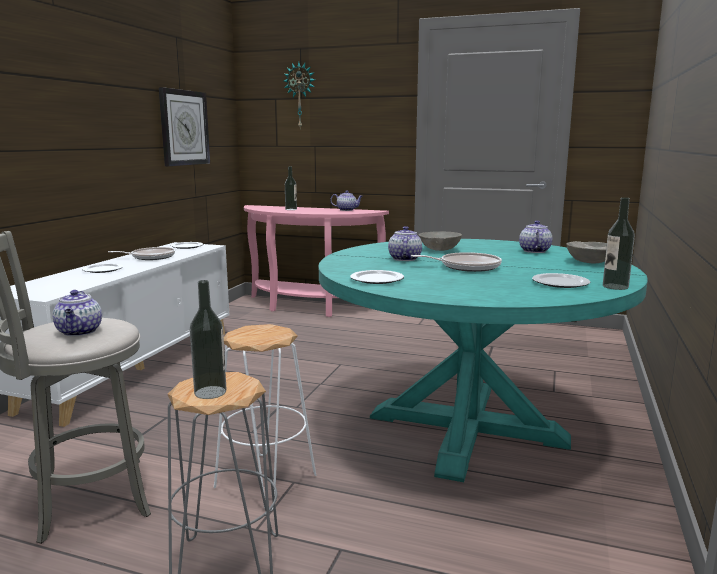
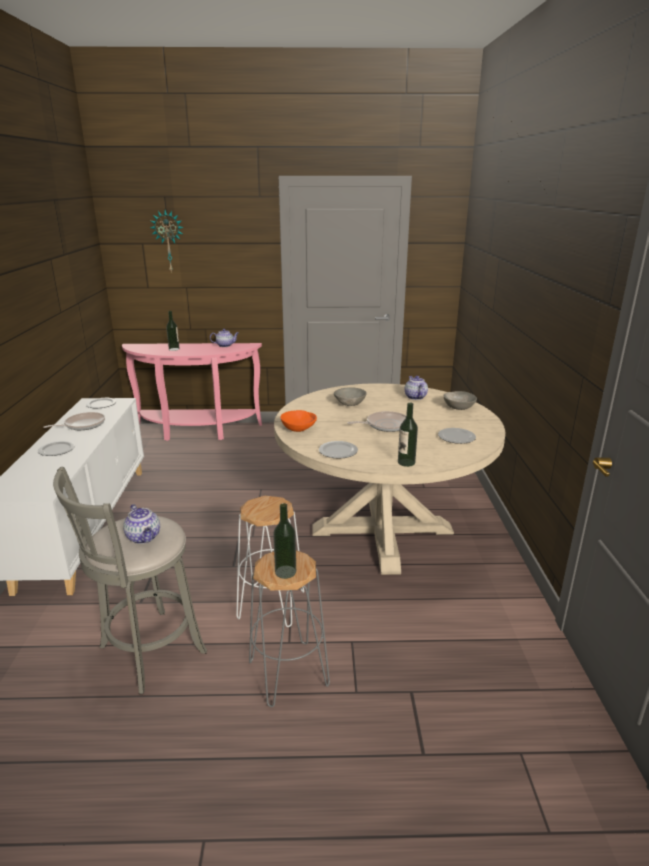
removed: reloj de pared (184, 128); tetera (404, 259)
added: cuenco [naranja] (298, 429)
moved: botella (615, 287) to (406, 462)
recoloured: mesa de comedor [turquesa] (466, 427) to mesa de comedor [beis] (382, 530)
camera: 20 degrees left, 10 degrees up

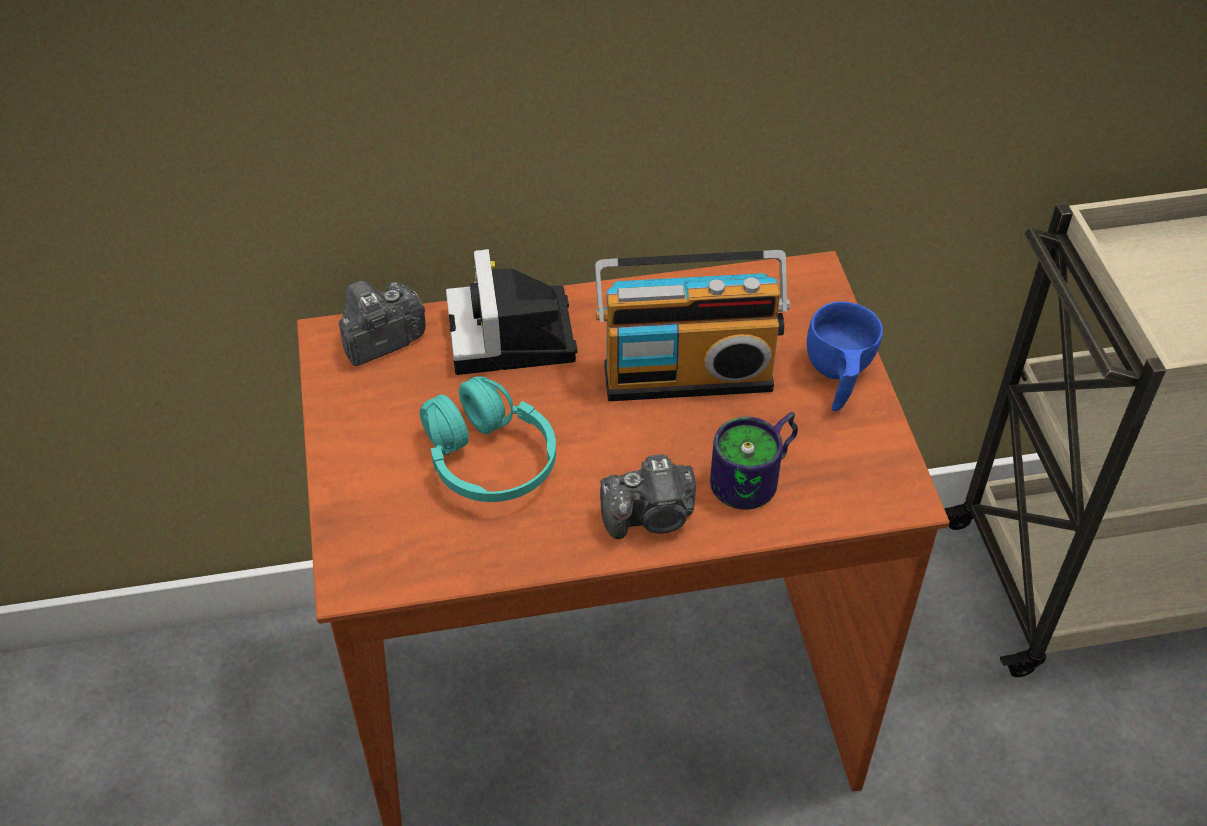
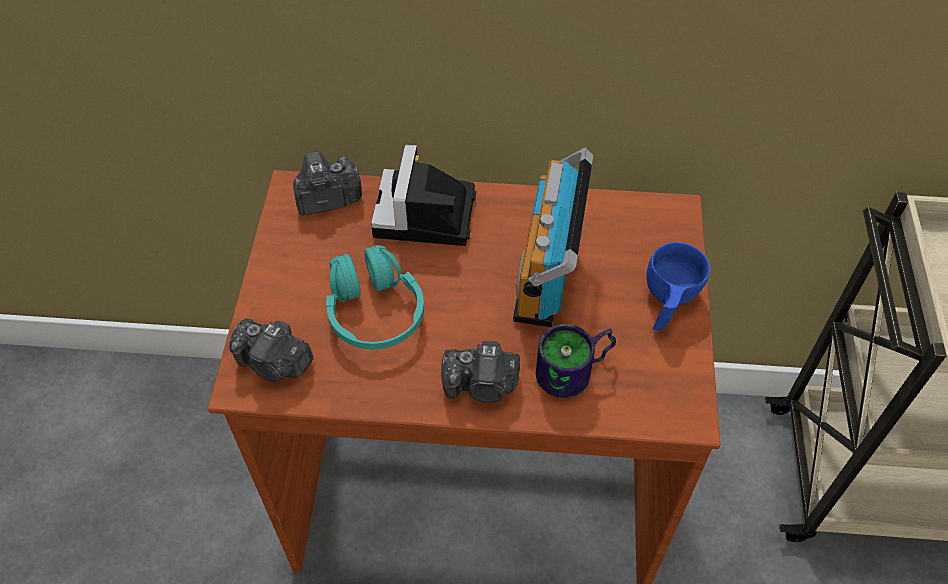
added: cámara (274, 363)
turned: radio (687, 373) = (549, 273) 90 degrees clockwise
camera: 15 degrees right, 5 degrees up

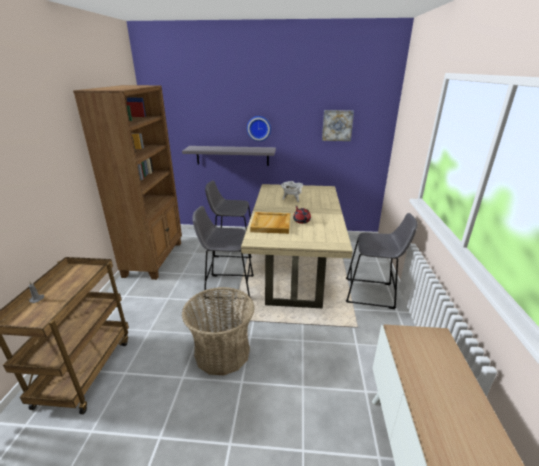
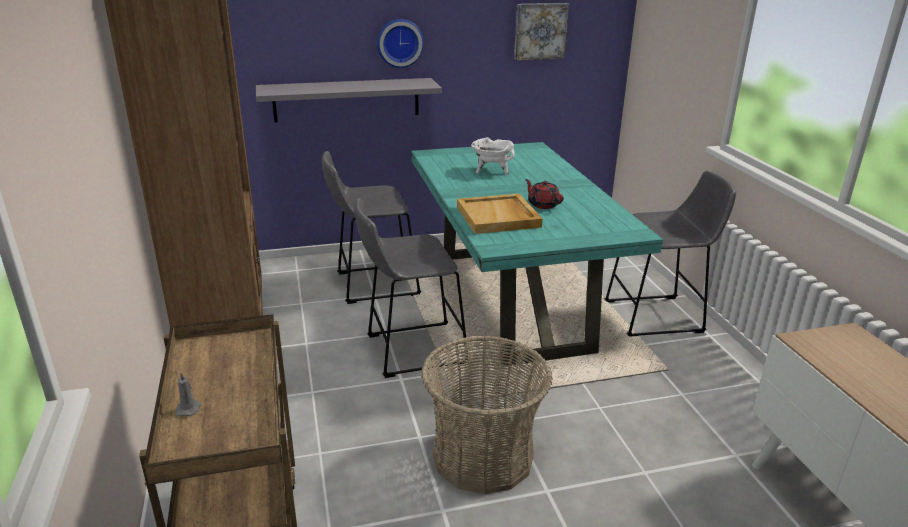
recoloured: mesa de comedor [beis] (294, 269) to mesa de comedor [turquesa] (510, 301)
camera: 20 degrees left, 0 degrees up

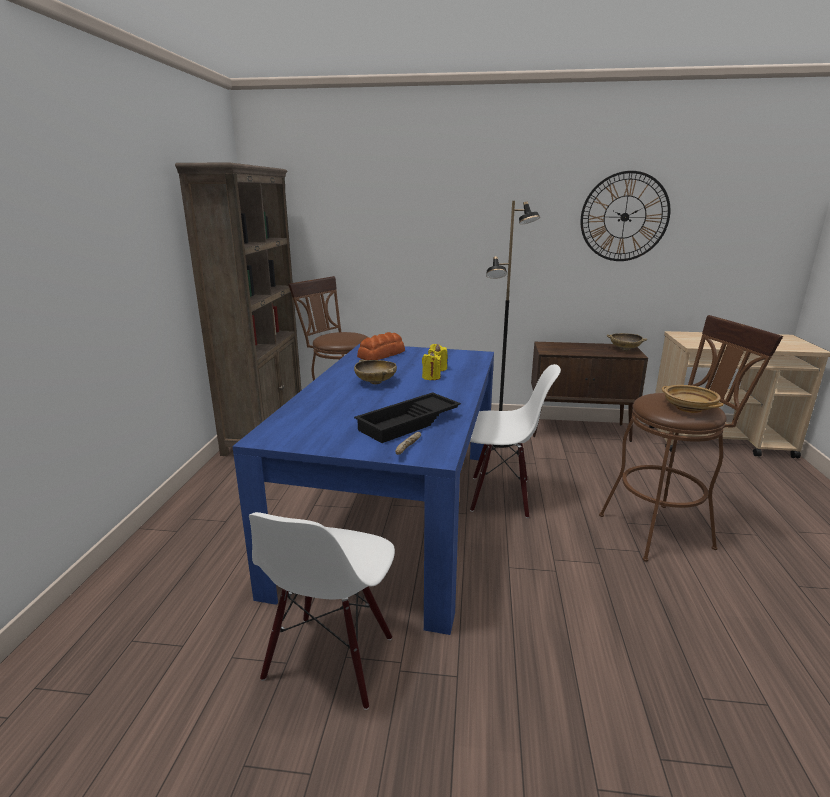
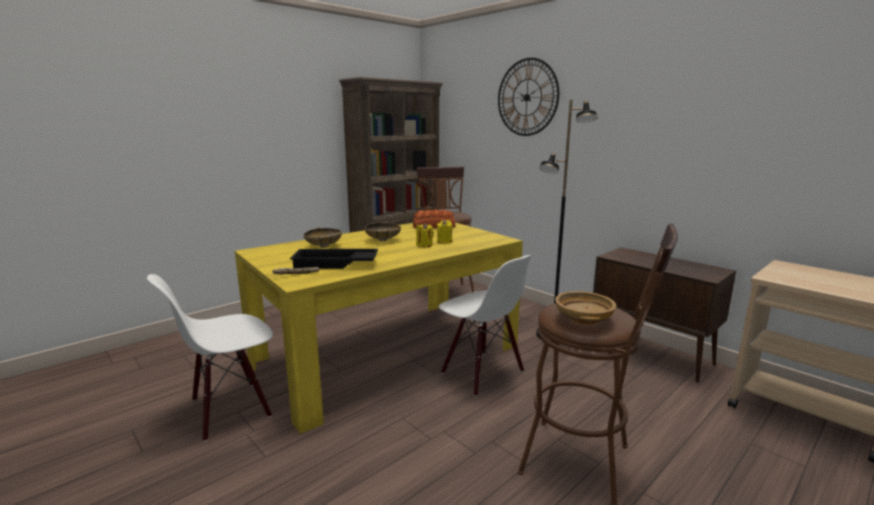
moved: reloj de pared (624, 217) to (527, 97); cuenco [beis] (625, 349) to (323, 246)
recoloured: mesa de comedor [azul] (395, 515) to mesa de comedor [amarillo] (388, 354)
camera: 40 degrees right, 5 degrees down

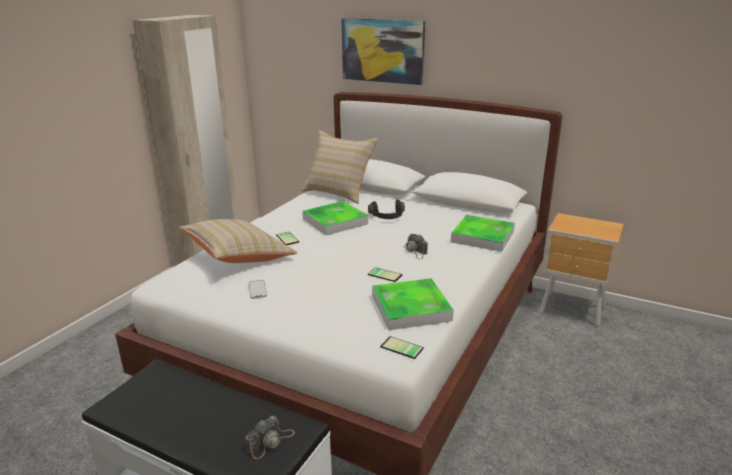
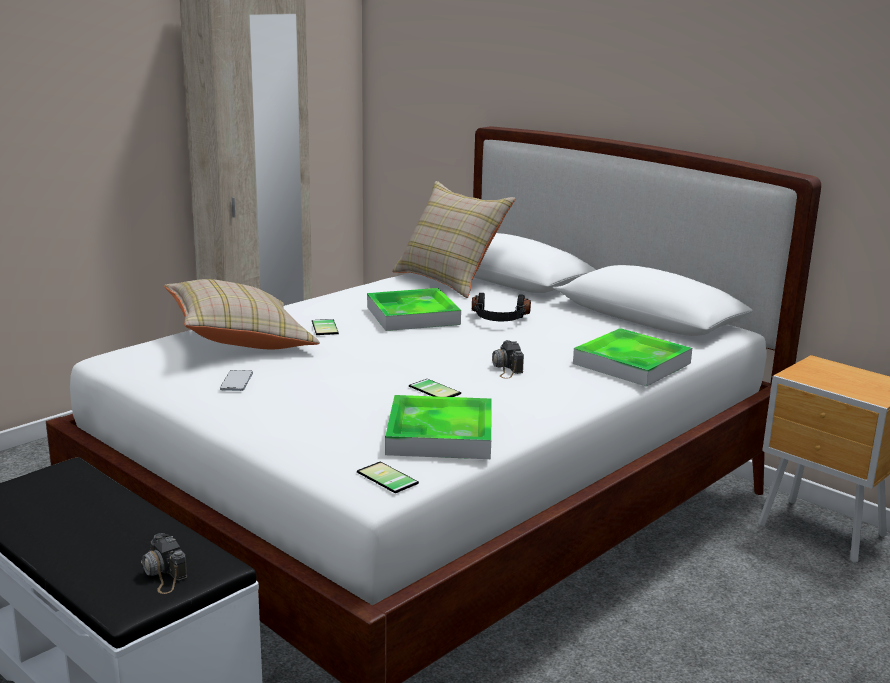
removed: cuadro (382, 51)
turned: cámara (270, 441) = (163, 573) 90 degrees clockwise
camera: 15 degrees right, 5 degrees down

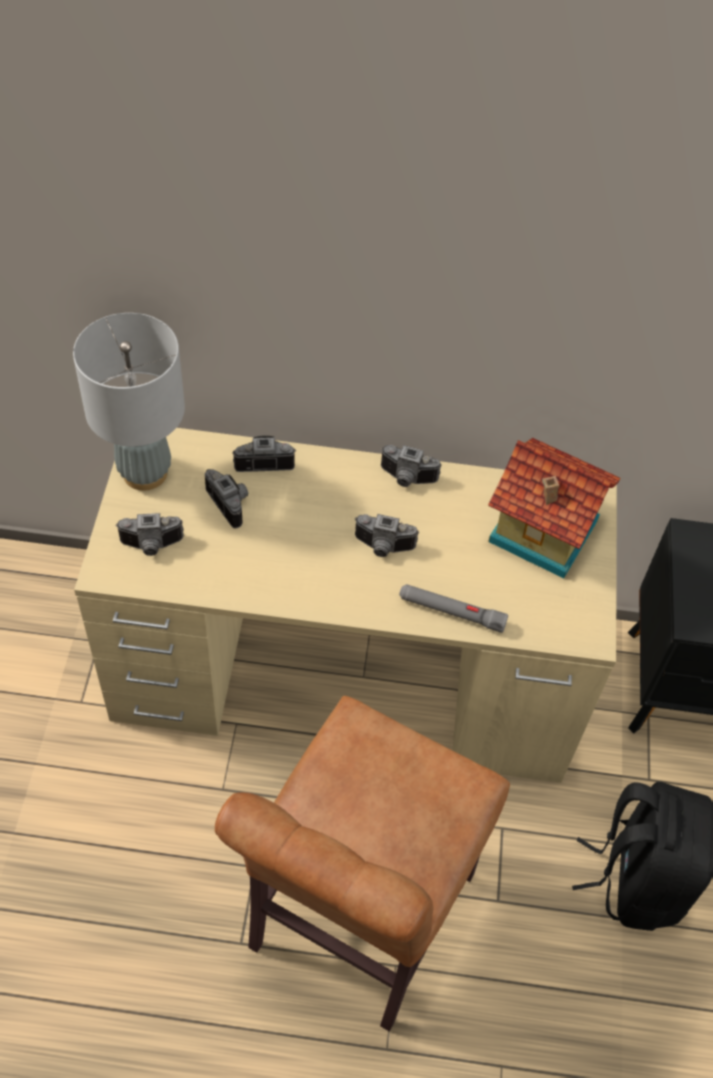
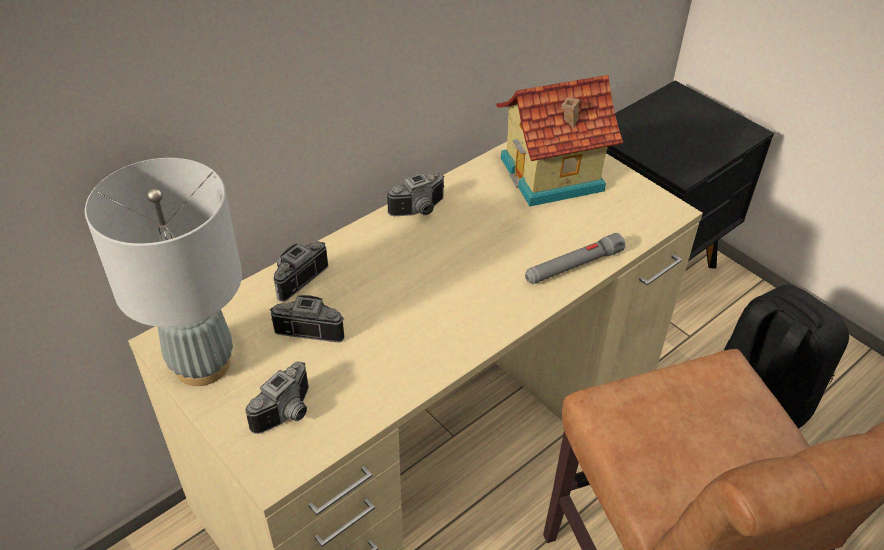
removed: cámara (383, 548)
camera: 45 degrees left, 10 degrees down

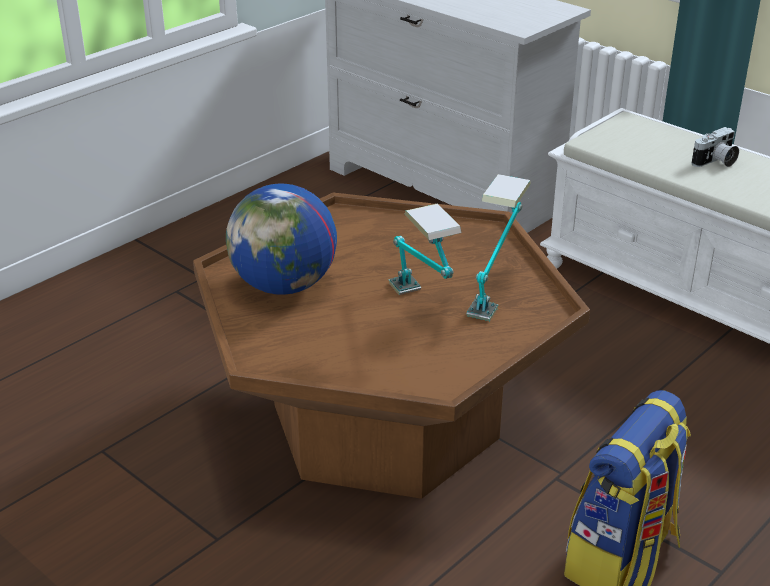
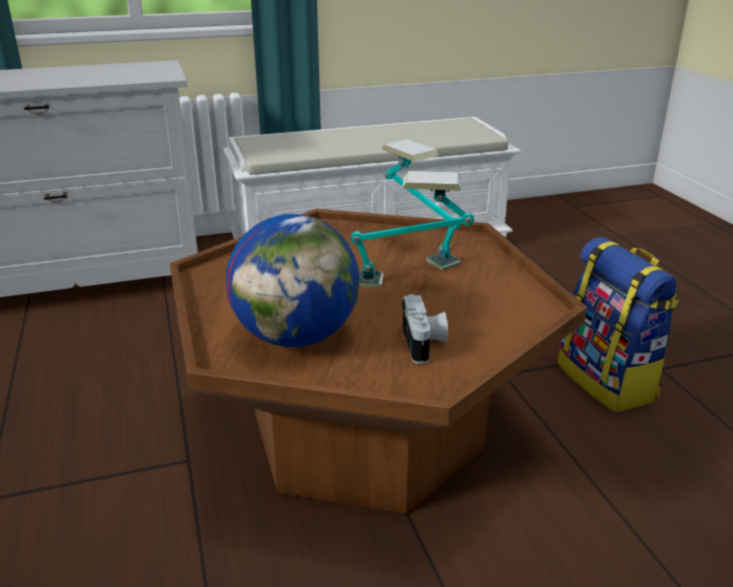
moved: cámara (715, 162) to (425, 344)
camera: 60 degrees left, 5 degrees down

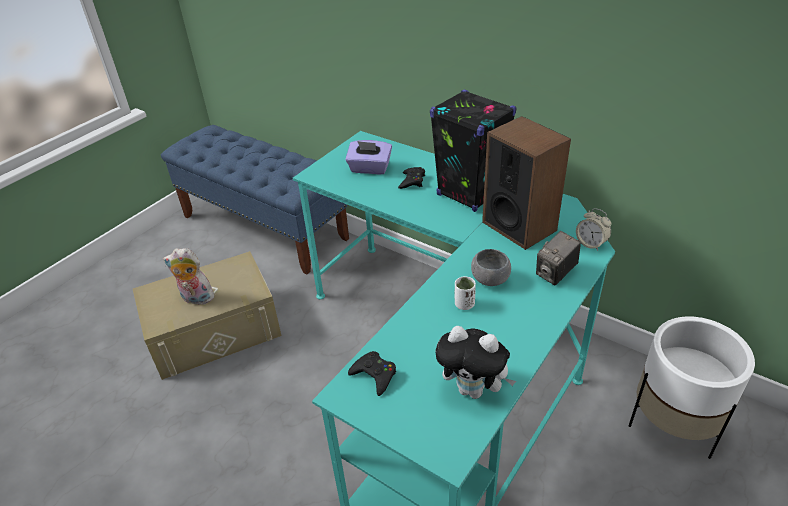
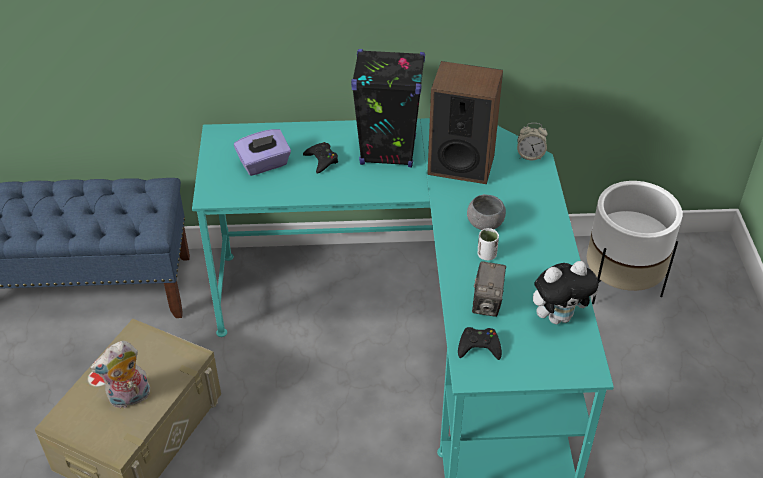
moved: cámara (555, 274) to (487, 303)
camera: 40 degrees left, 5 degrees up

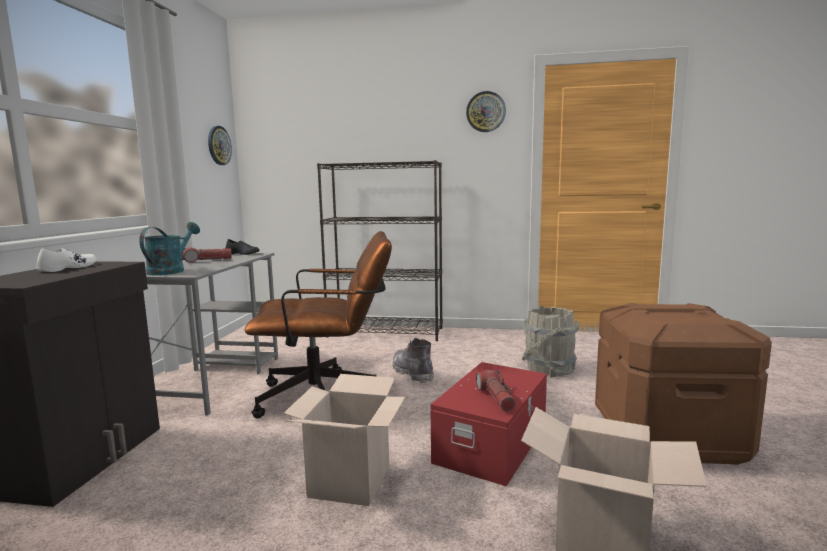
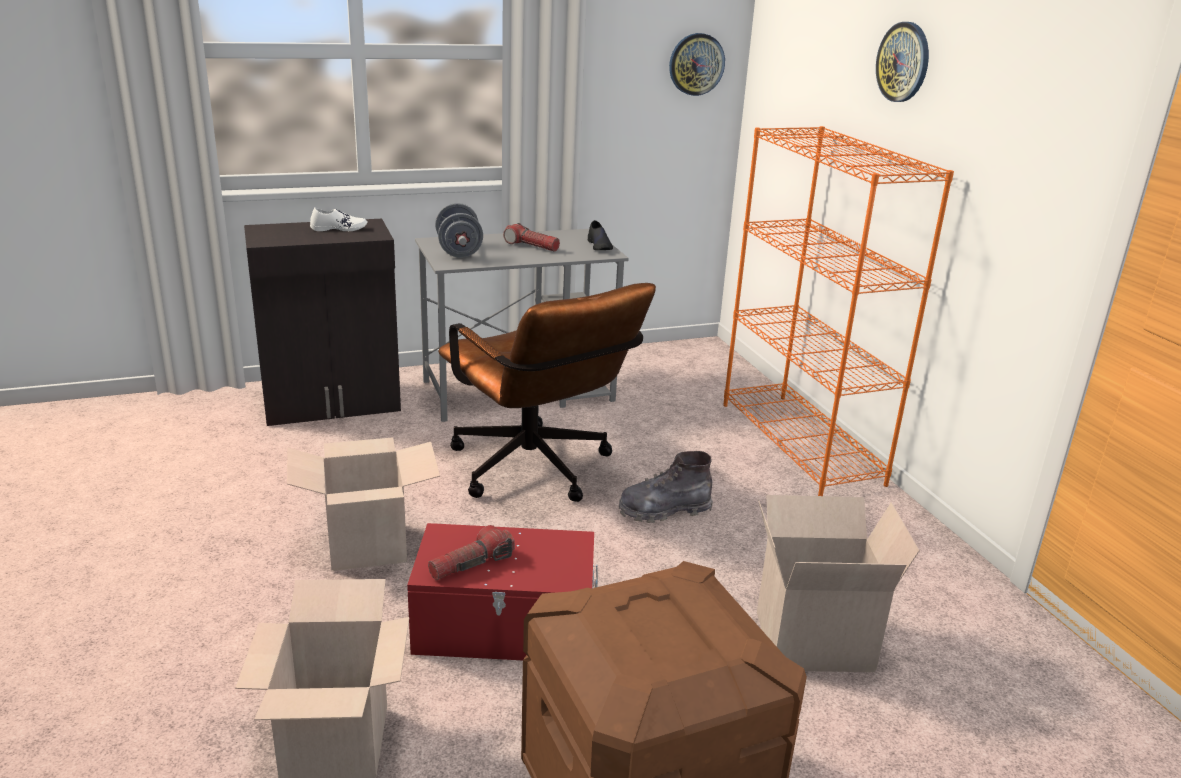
moved: reloj de pared (485, 112) to (903, 62)
replaced: regadera [turquesa] (171, 270) to mancuerna [gris] (459, 251); cubo [gris] (549, 369) to caja de cartón (814, 639)
recoloured: estantería [negro] (386, 332) to estantería [naranja] (801, 443)
turned: bota [gris] (412, 373) = (664, 510) 135 degrees counterclockwise
camera: 60 degrees right, 15 degrees up

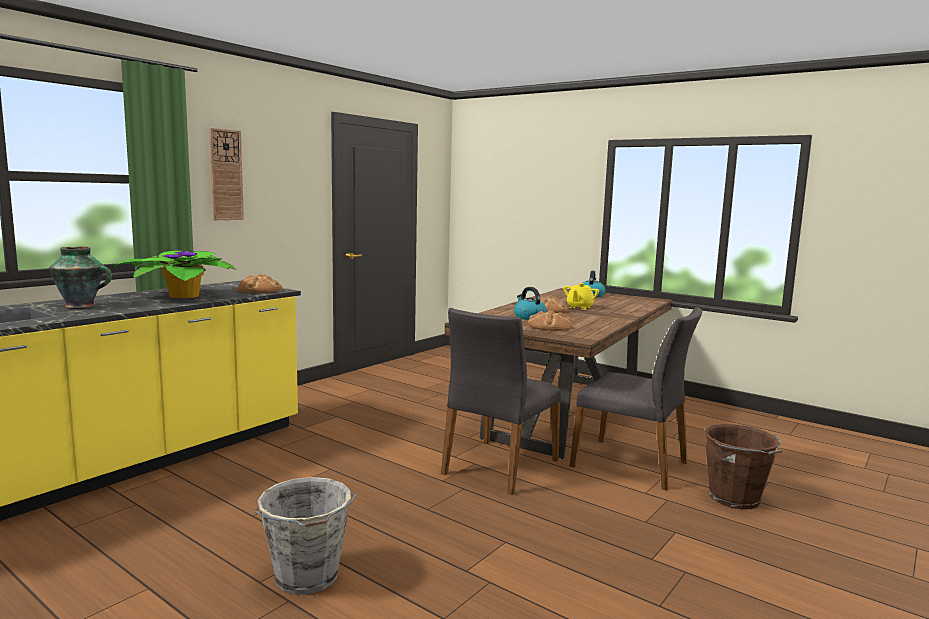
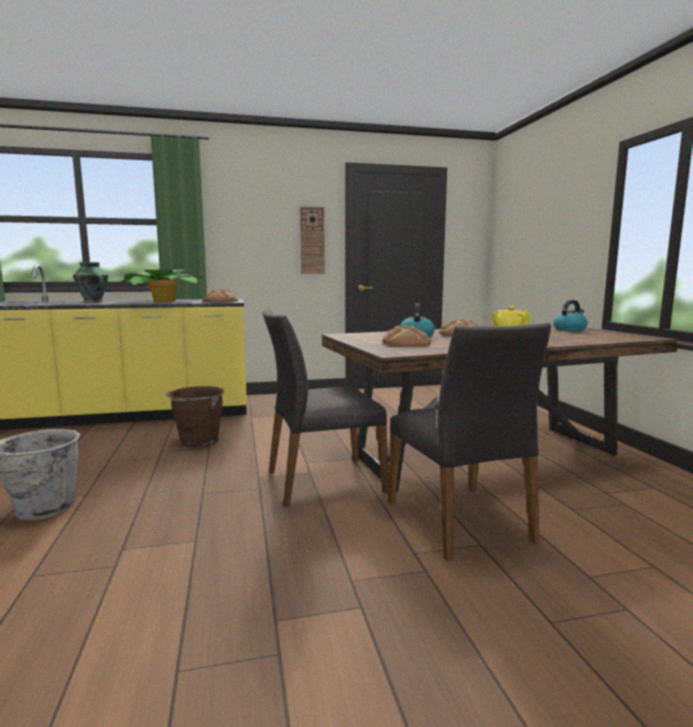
moved: reloj de pared (226, 175) to (312, 240); cubo [marrón] (736, 499) to (198, 441)
camera: 40 degrees right, 0 degrees up

